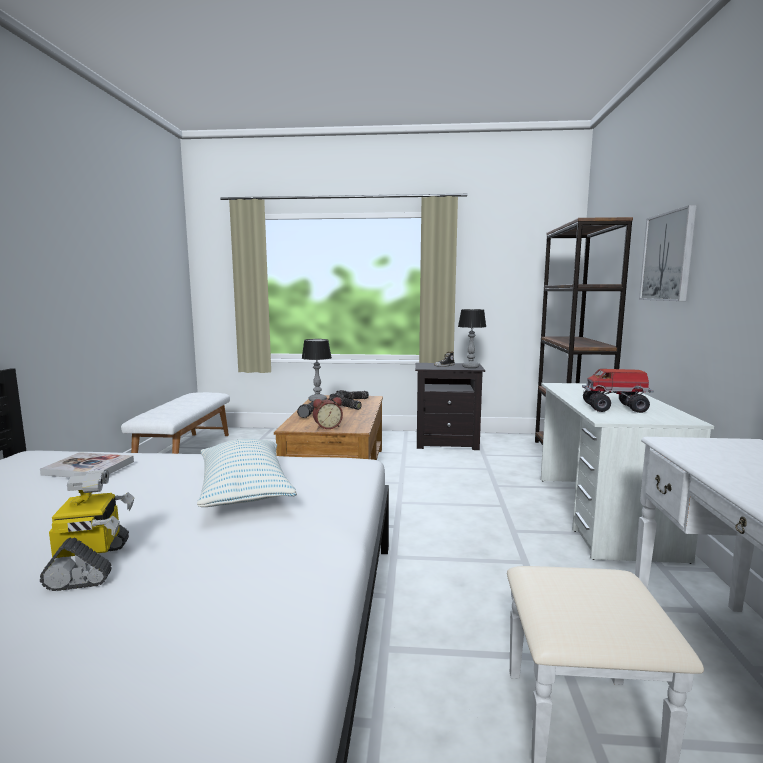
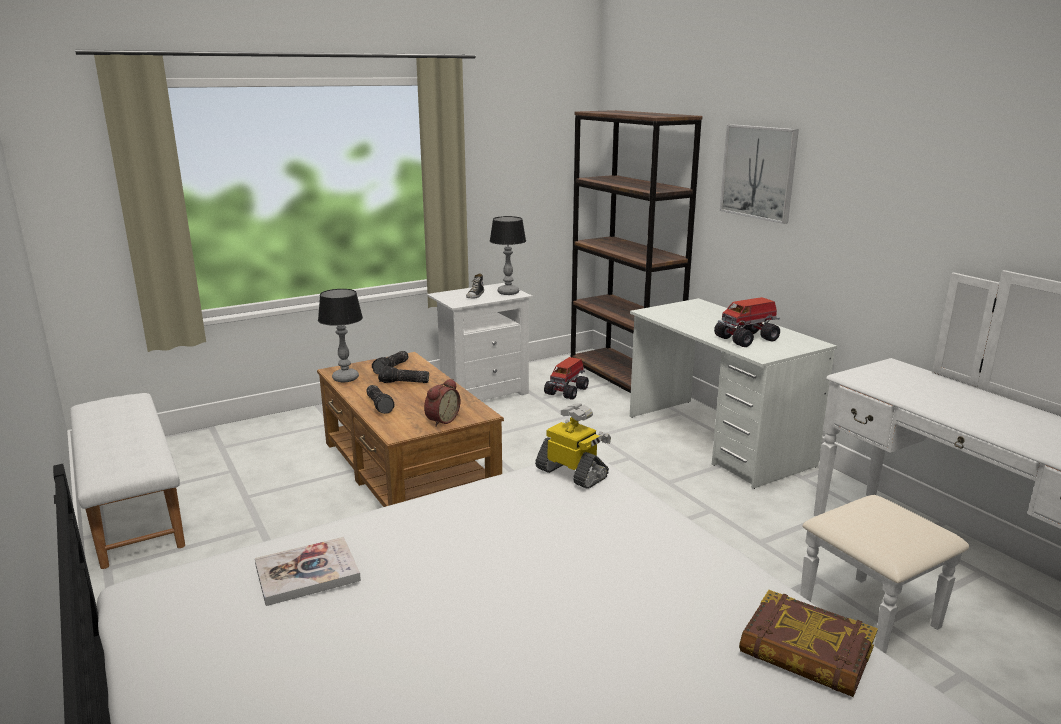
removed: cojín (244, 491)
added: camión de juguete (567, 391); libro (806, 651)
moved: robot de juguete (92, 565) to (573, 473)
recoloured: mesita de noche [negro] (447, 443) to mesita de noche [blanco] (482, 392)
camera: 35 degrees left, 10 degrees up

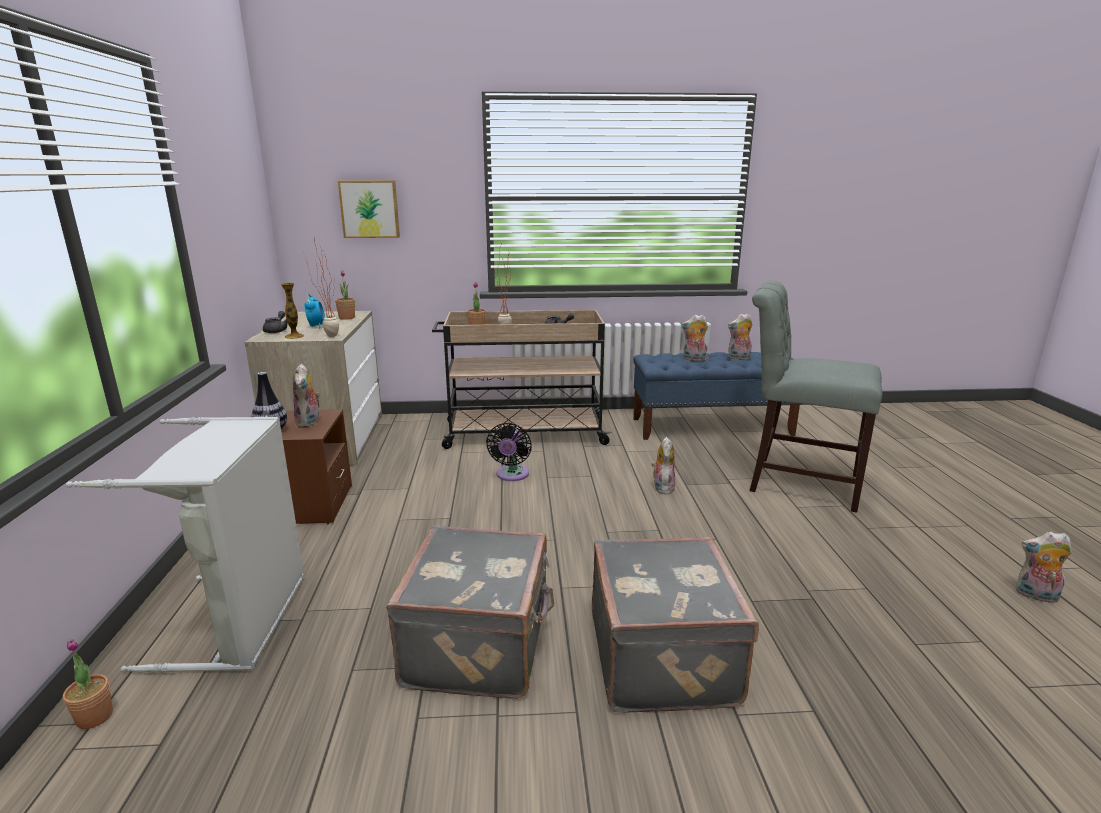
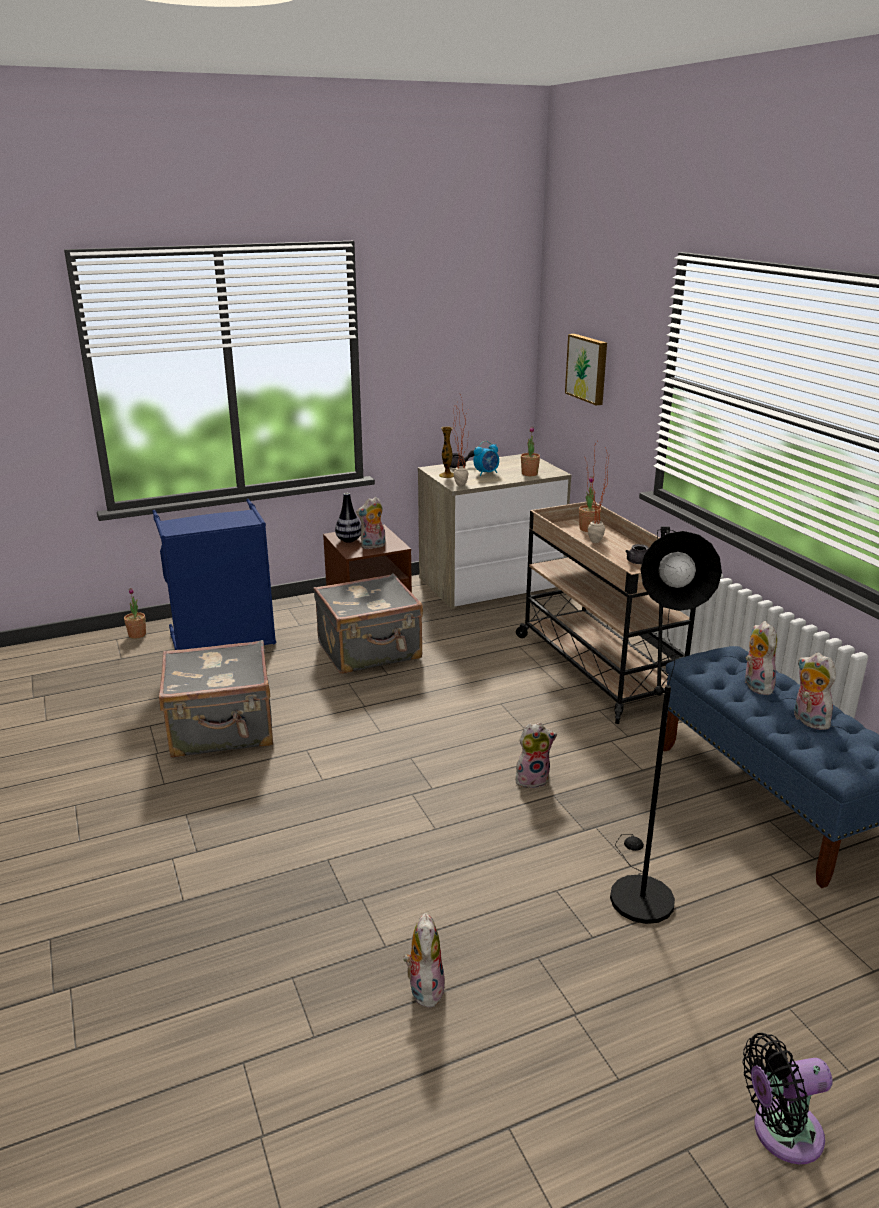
moved: ventilador [negro] (511, 475) to (781, 1133); maleta [gris] (664, 658) to (370, 651); peluche (1035, 596) to (424, 987)
replaced: silla [gris] (797, 481) to lámpara de pie [negro] (637, 890)
recoloured: cesto de la ropa [gris] (242, 621) to cesto de la ropa [azul] (223, 641)
camera: 70 degrees right, 5 degrees up

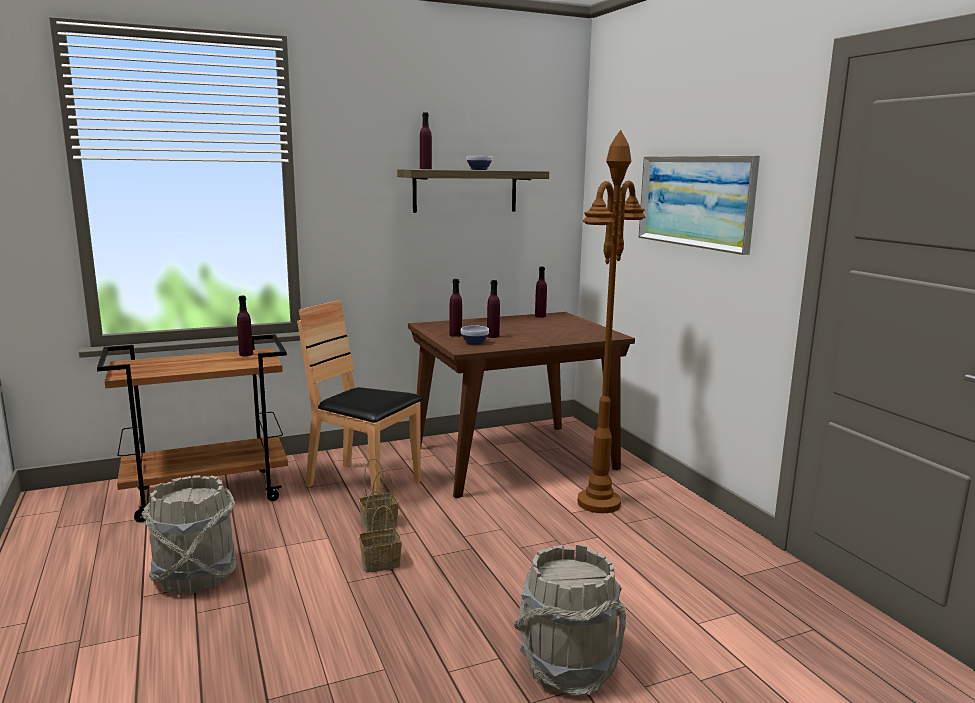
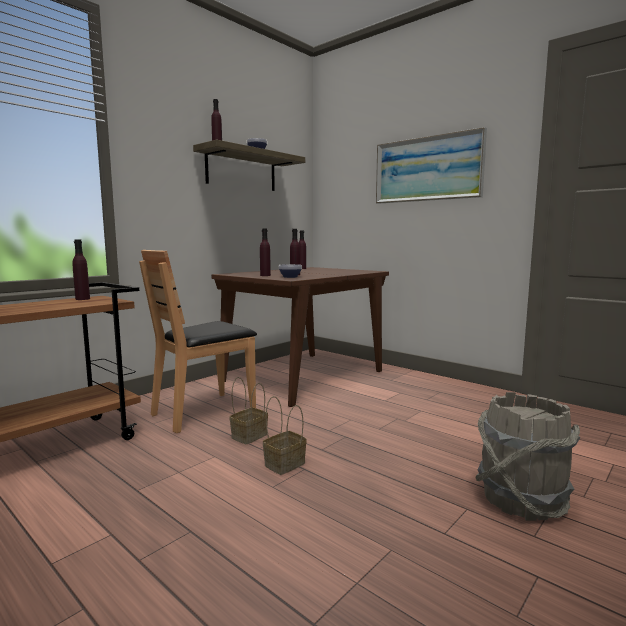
removed: cubo [gris] (196, 576); lámpara de pie [marrón] (599, 503)
turned: silla [marrón] (363, 485) = (204, 412) 45 degrees counterclockwise
camera: 25 degrees left, 5 degrees down

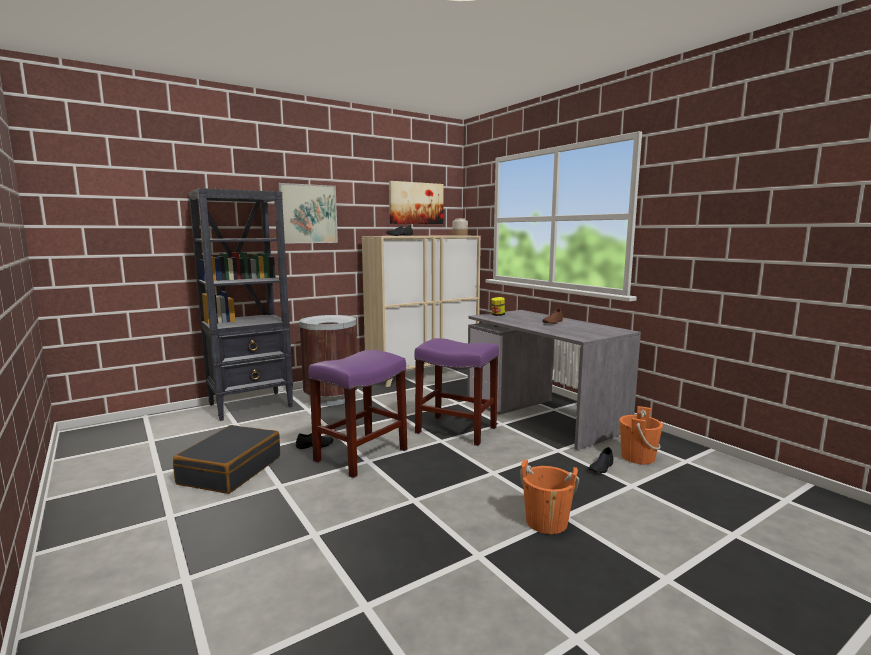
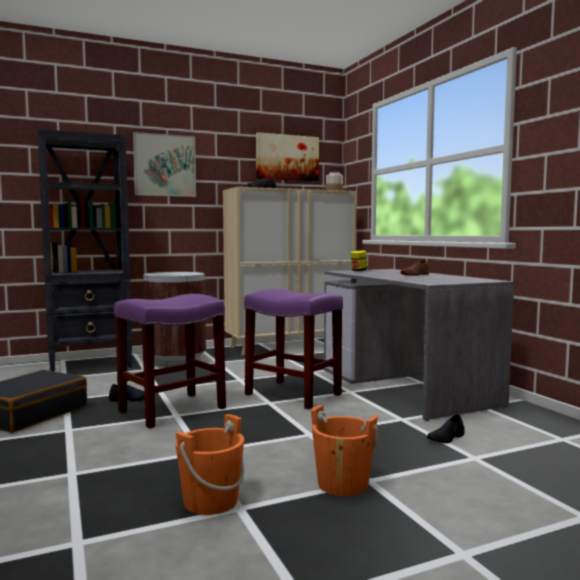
moved: cubo [naranja] (637, 457) to (211, 501)
camera: 10 degrees right, 5 degrees down

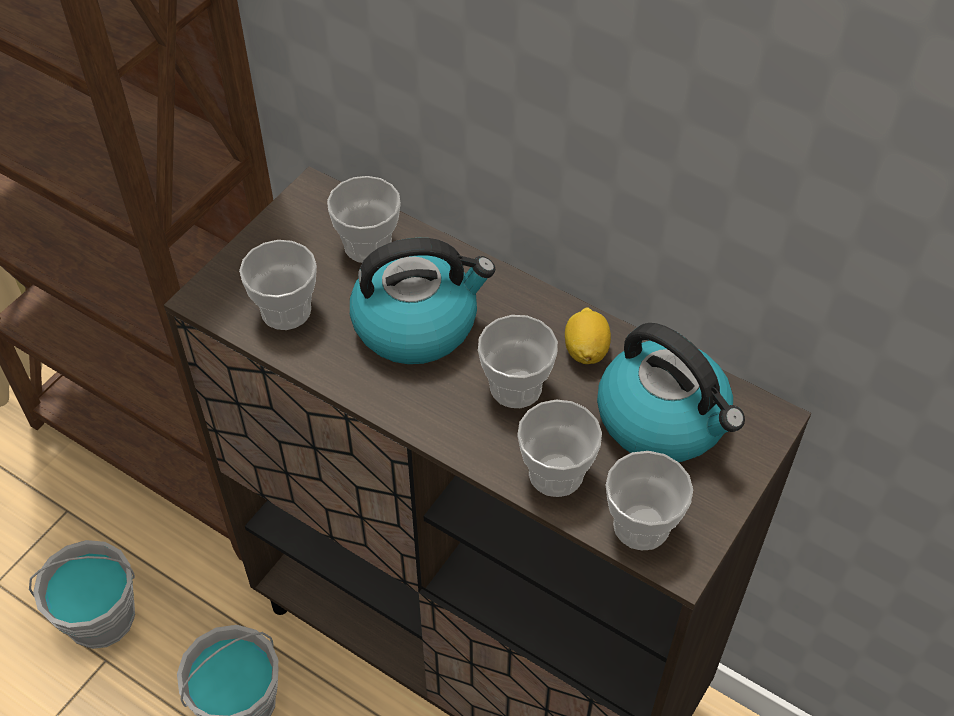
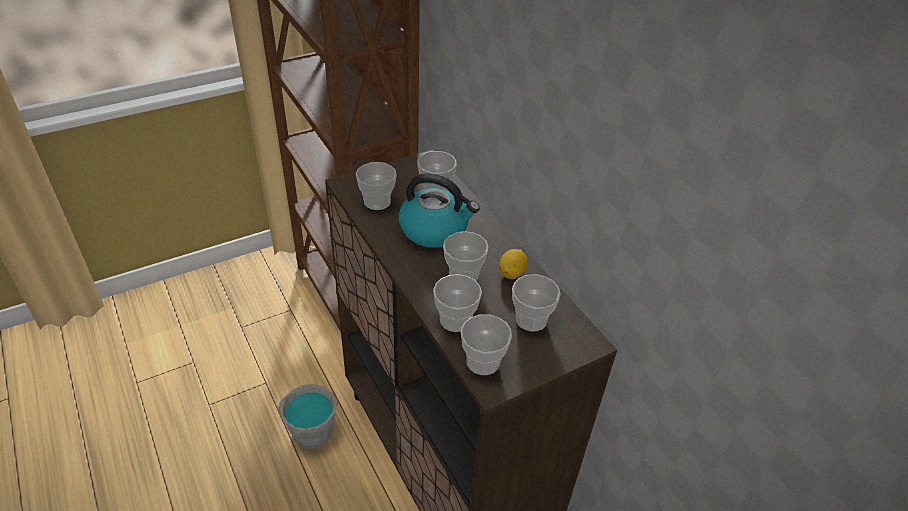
removed: cubo [gris] (101, 618)
replaced: hervidor (664, 419) to taza (531, 319)
camera: 25 degrees right, 10 degrees down

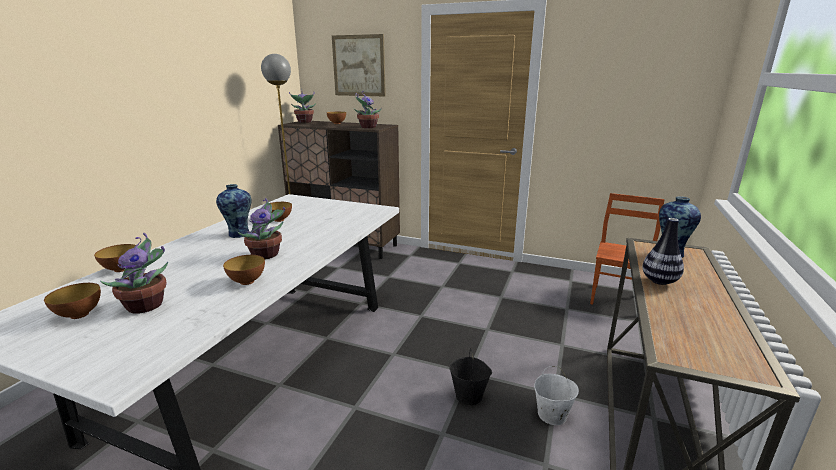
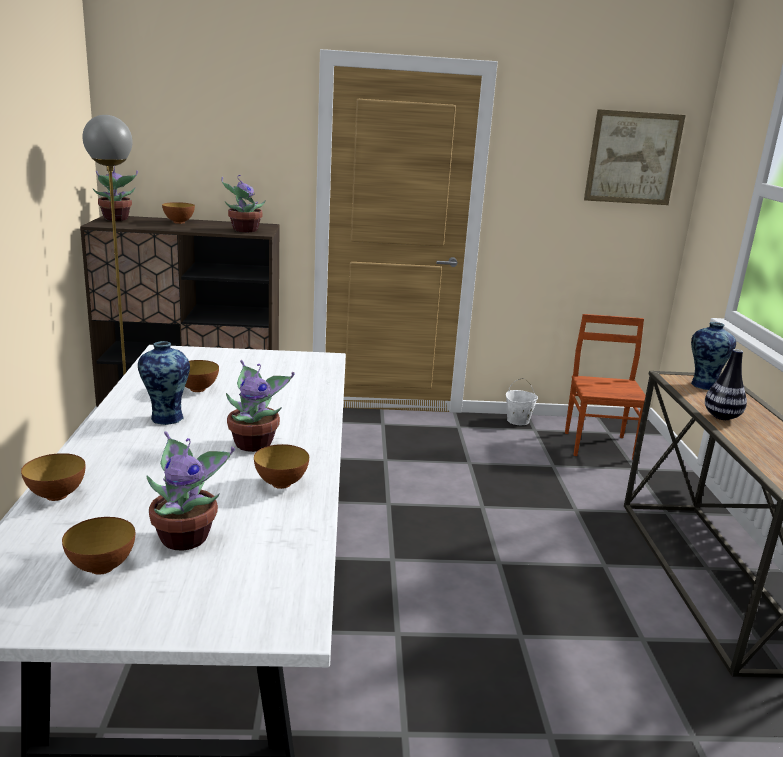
removed: cubo [negro] (469, 396)
moved: cuadro (359, 66) to (633, 158); cubo [blanco] (551, 415) to (518, 421)
camera: 25 degrees left, 0 degrees up

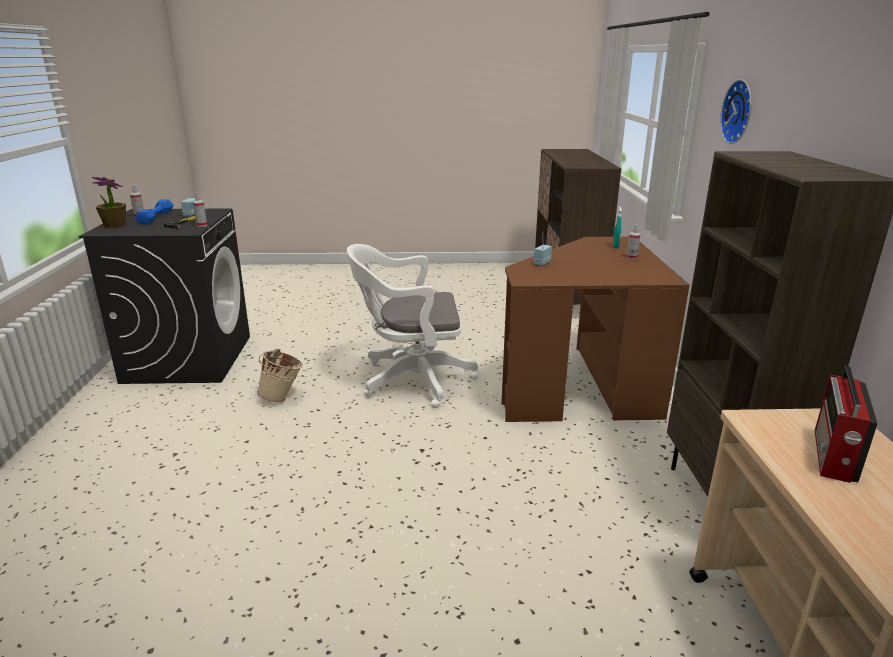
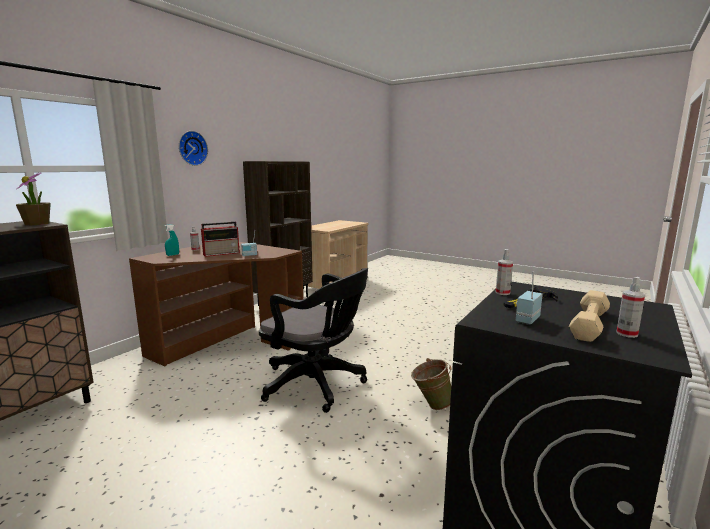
moved: planta en maceta (115, 225) to (37, 224); radio (833, 456) to (222, 253)
recoloured: mancuerna [azul] (156, 217) to mancuerna [beis] (589, 324); cubo [beis] (283, 398) to cubo [verde] (431, 405); silla de oficina [blanco] (411, 380) to silla de oficina [negro] (317, 385)
camera: 145 degrees left, 10 degrees down

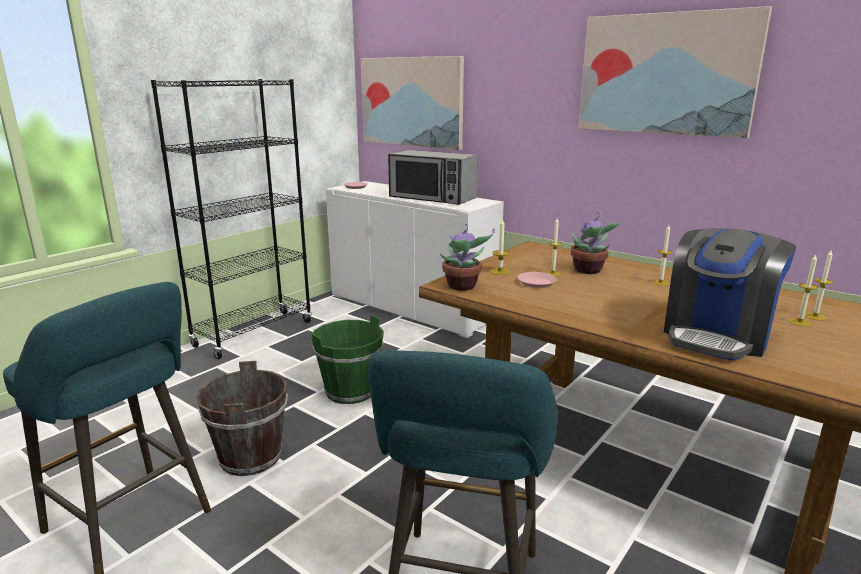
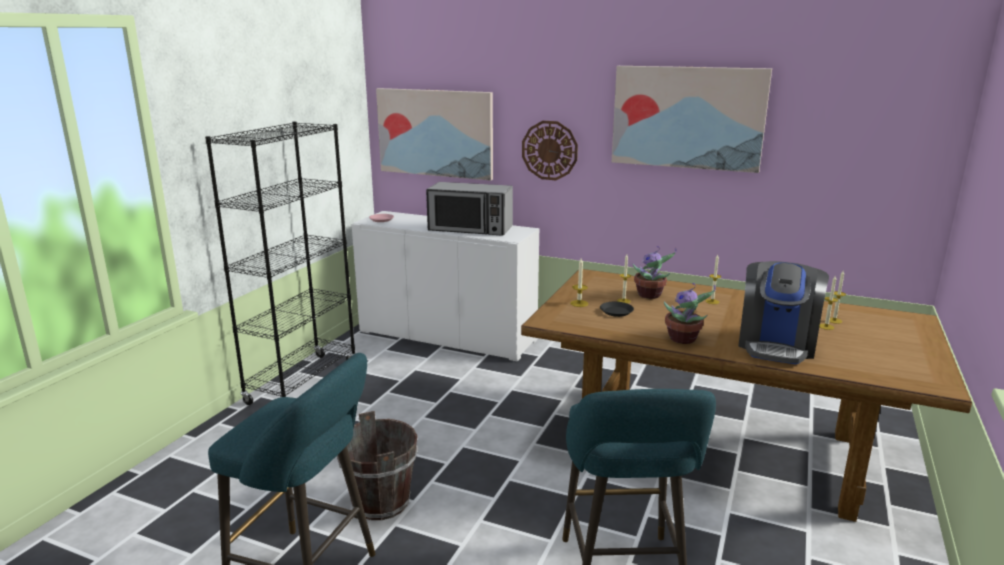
removed: cubo [verde] (350, 391)
added: reloj de pared (549, 150)
moved: planta en maceta (462, 287) to (683, 339)
recoloured: plato [rosa] (536, 283) to plato [negro] (616, 312)
camera: 15 degrees left, 0 degrees up

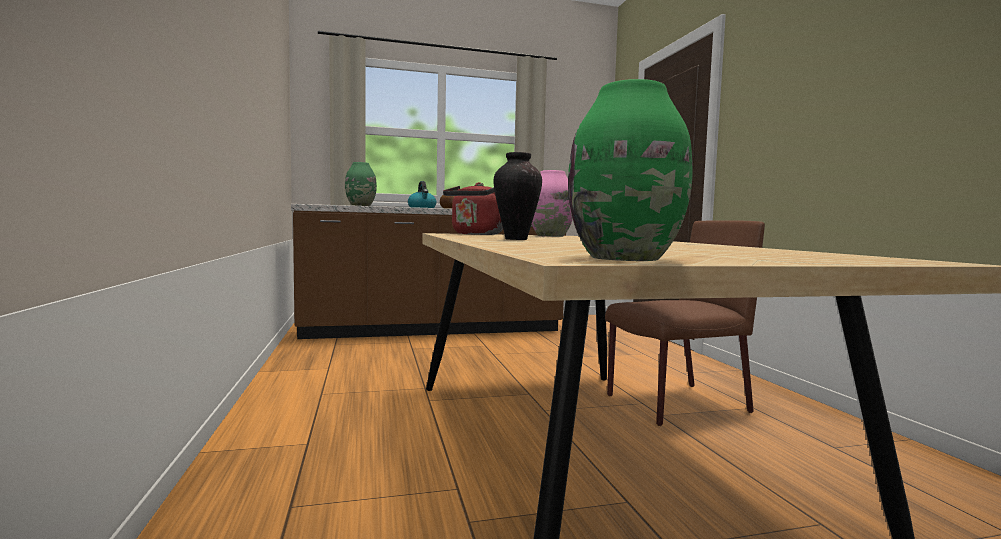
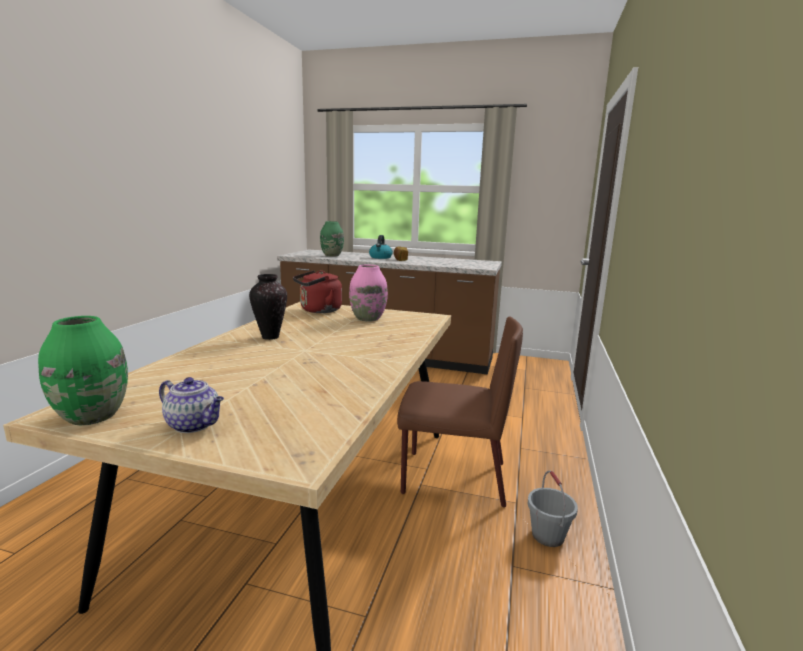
added: tetera (195, 425); cubo [gris] (548, 536)
camera: 30 degrees right, 10 degrees up

